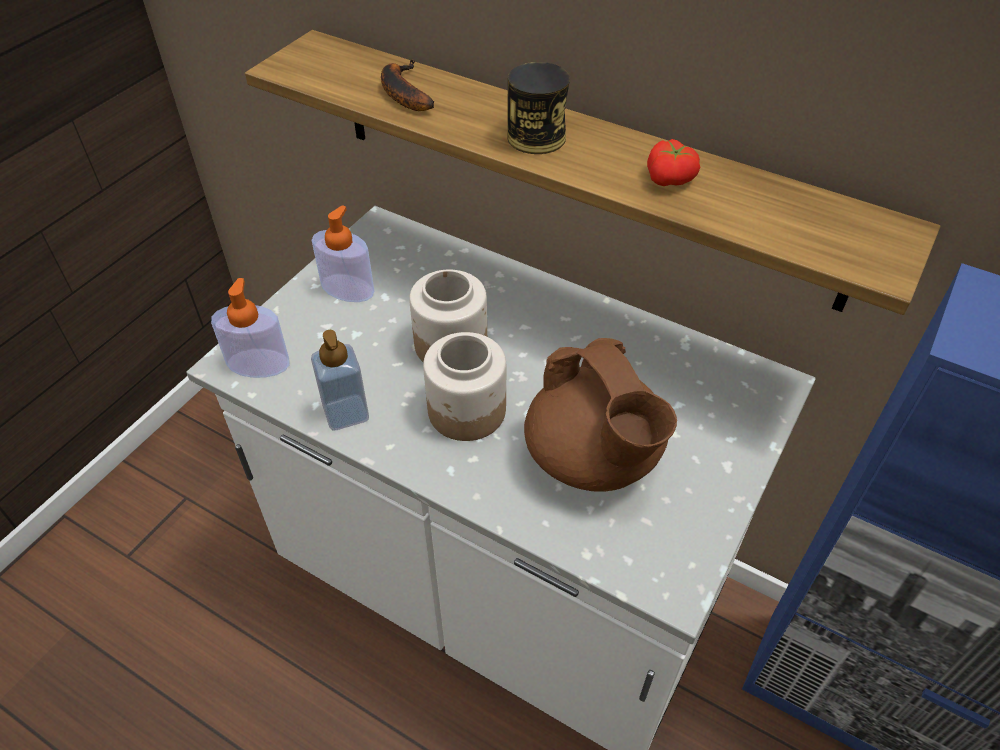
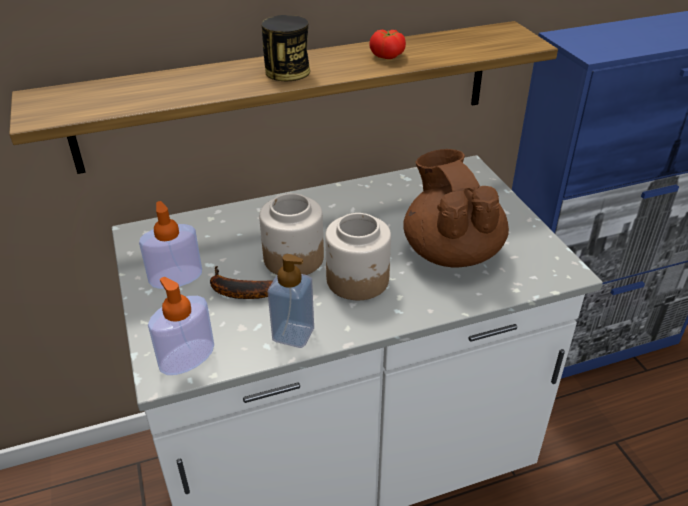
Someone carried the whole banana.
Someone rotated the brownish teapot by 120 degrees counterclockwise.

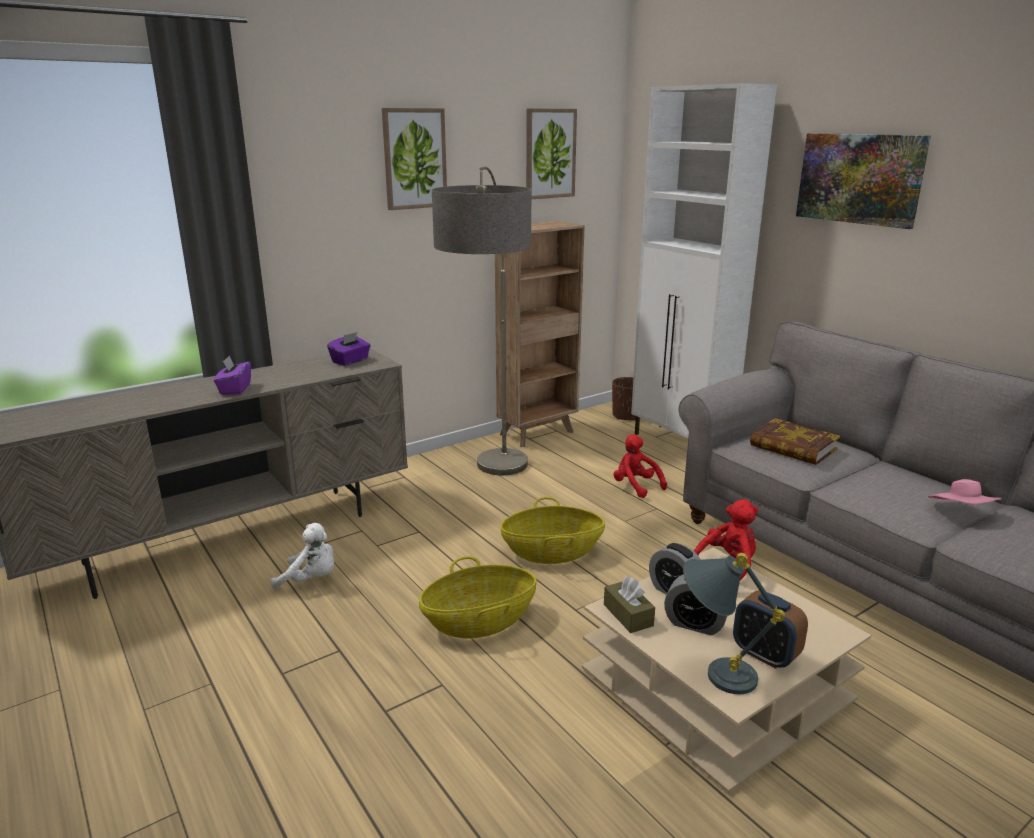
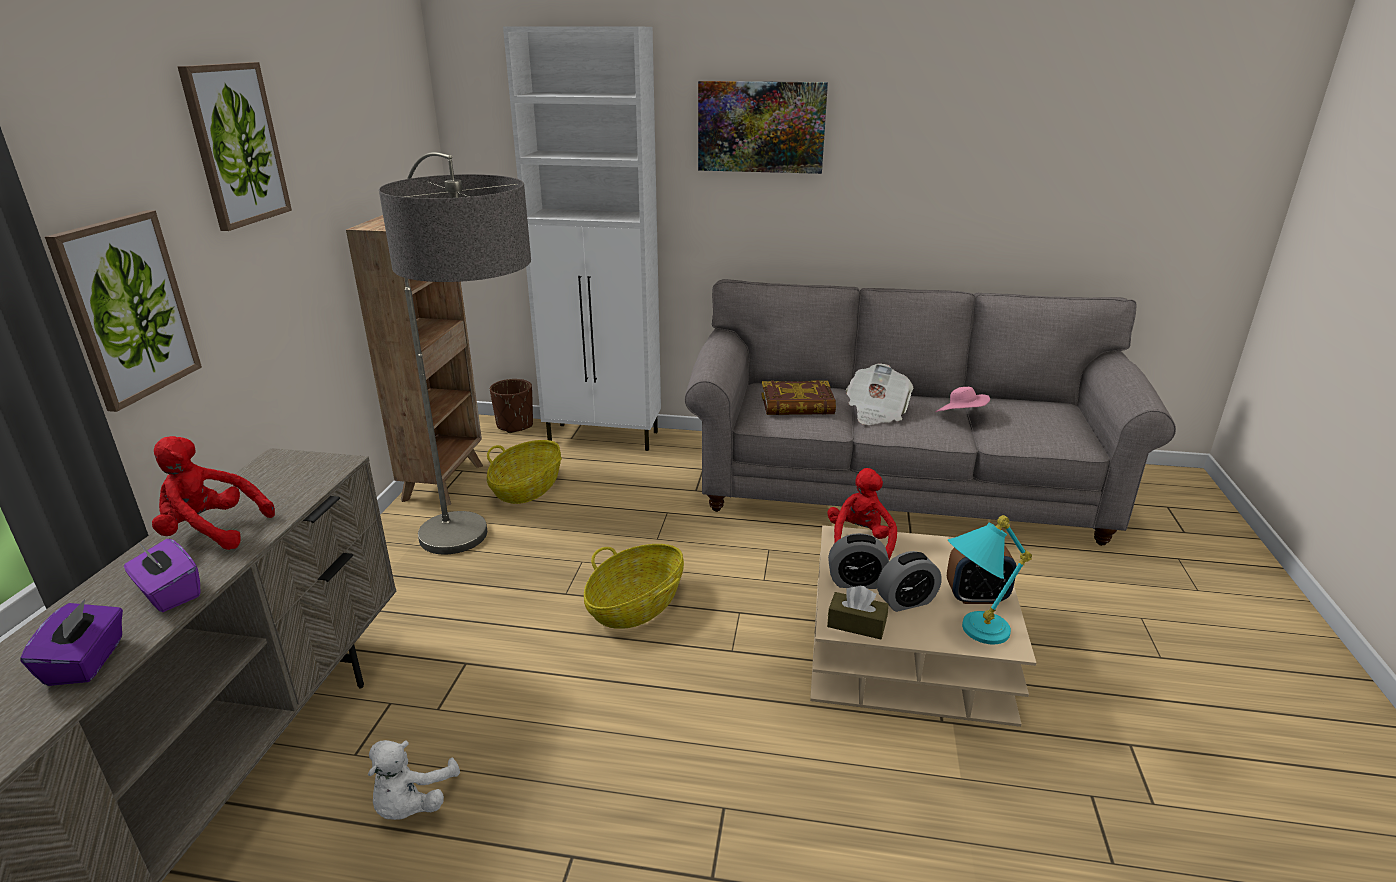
Someone rotated the white cuddly toy by 135 degrees clockwise.
Someone carried the purple-coloured tissue box (no. 2 from left in the first image).
Someone carried the basket (no. 1 from left).
Someone carried the wall art (no. 2 from left in the first image).
Someone carried the red-coloured cuddly toy (no. 1 from left).
Someone repainted the grey tabletop lamp, which became the turquoise-coloured tabletop lamp.
Someone put down the printed paper.

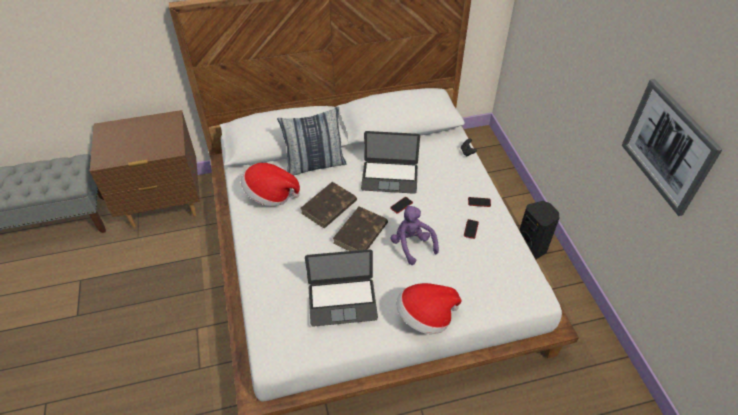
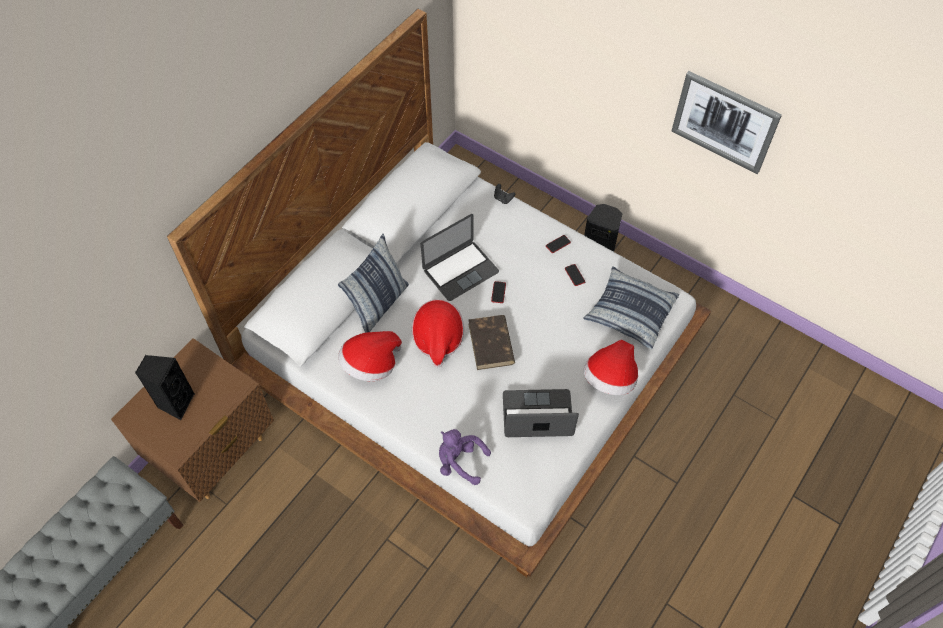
Someone swapped the brownish volume (no. 1 from left) for the wearable hat (no. 2 from left).
Someone rotated the laptop (no. 1 from left in the first image) by 135 degrees counterclockwise.
Someone carried the purple-coloured cuddly toy.
Someone put down the blackish loudspeaker (no. 1 from left).
Someone put down the throw pillow (no. 2 from left).

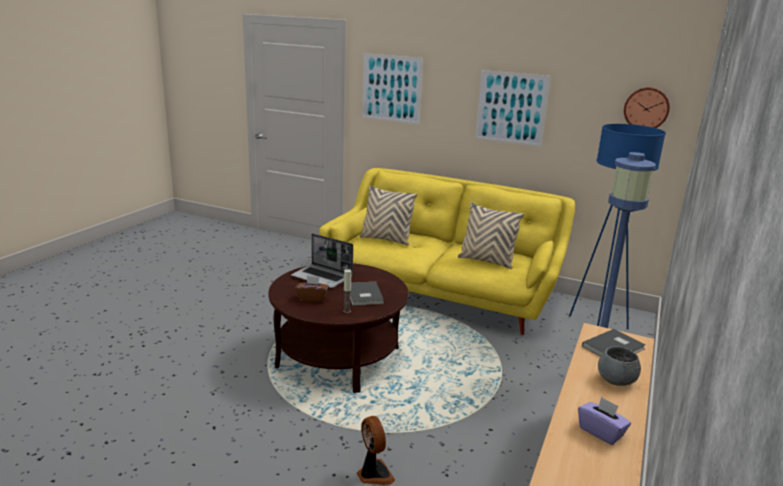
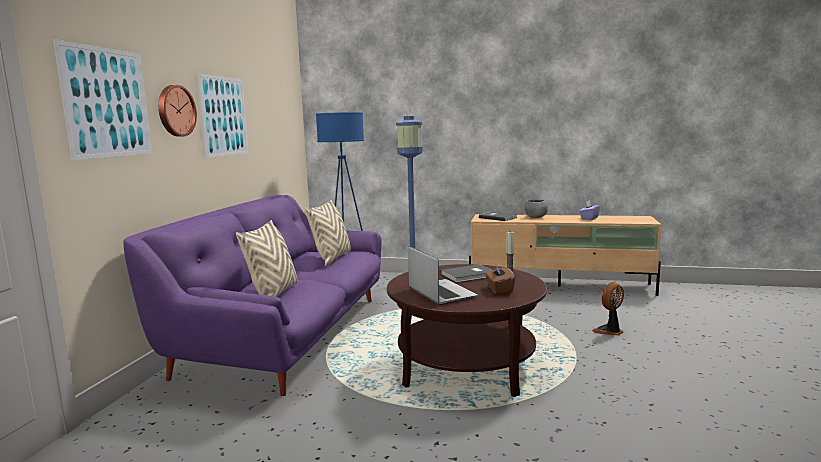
Someone rotated the laptop by 45 degrees counterclockwise.
Someone repainted the yellow sofa, which became the purple-coloured sofa.
Someone carried the hanging clock.

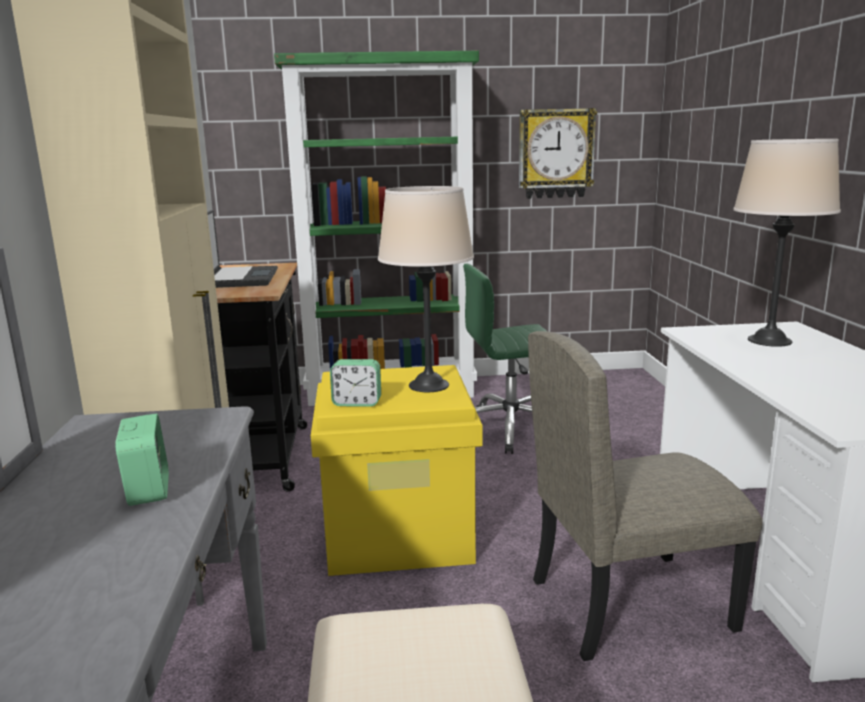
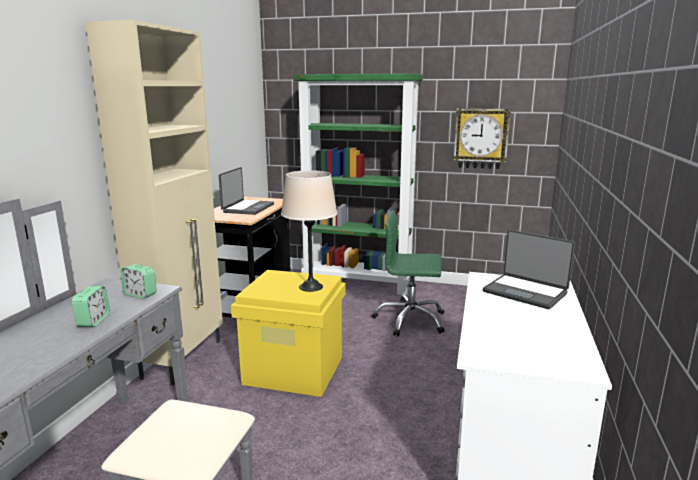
Someone carried the alarm clock (no. 2 from left).
Someone took away the sand-coloured plain chair.
Someone swapped the sand-coloured tabletop lamp (no. 2 from left) for the laptop (no. 2 from left).

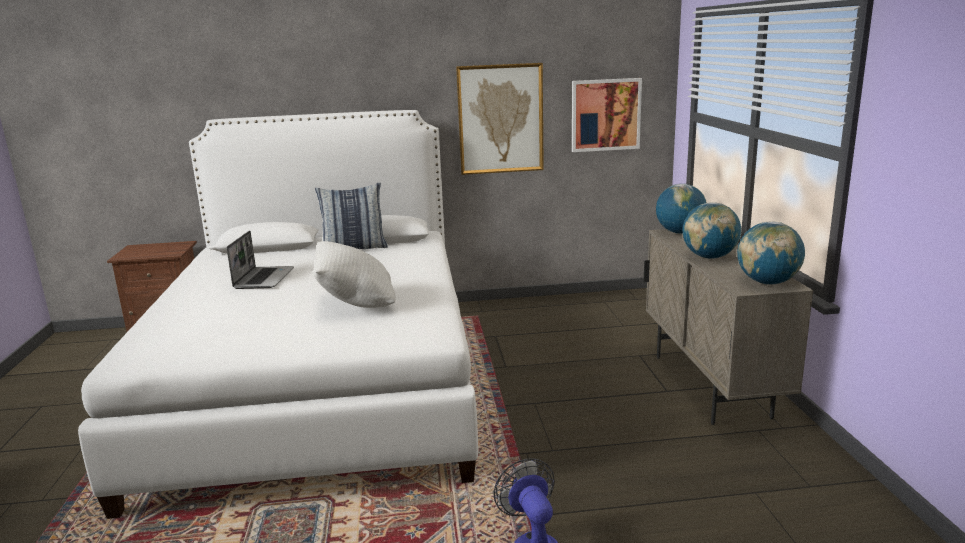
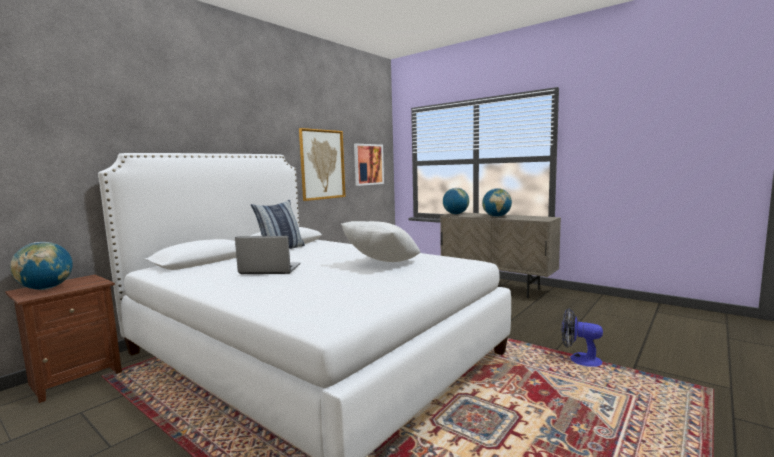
Someone rotated the laptop by 45 degrees counterclockwise.
Someone carried the desk globe (no. 3 from left in the first image).

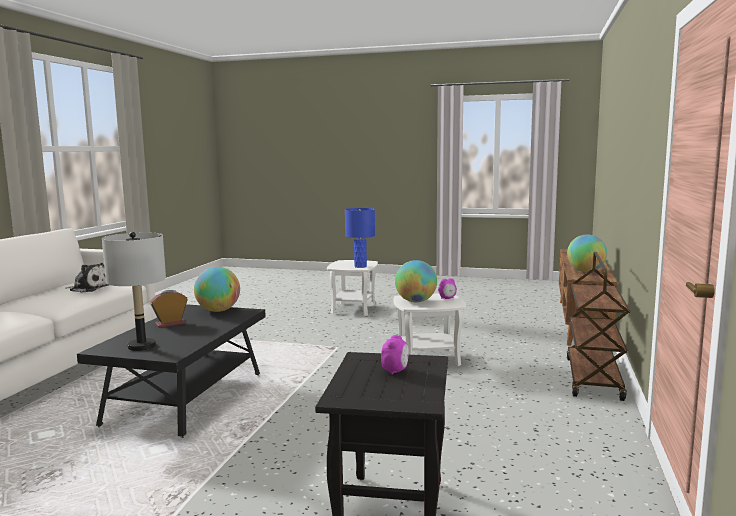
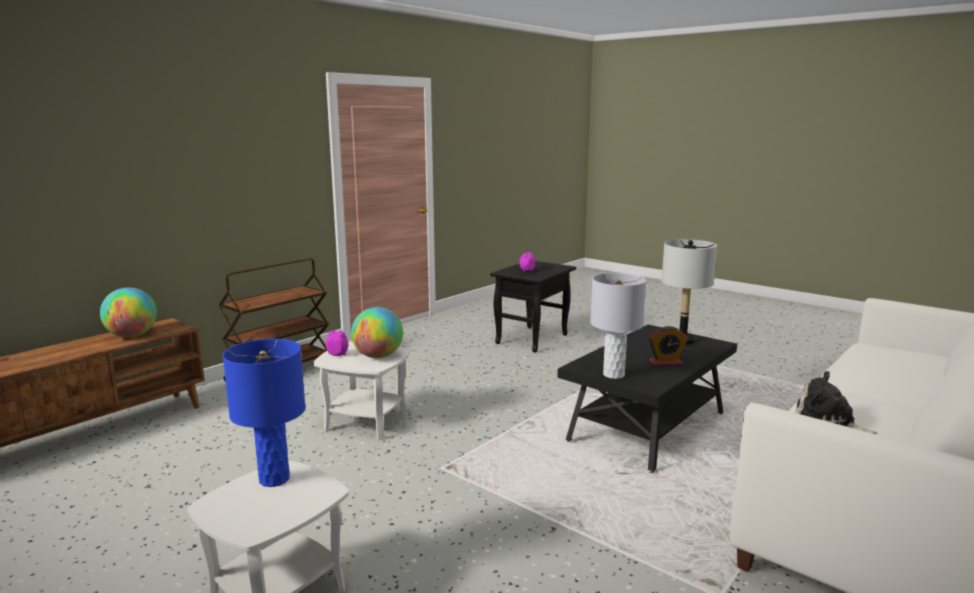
Someone swapped the desk globe (no. 1 from left) for the grey tabletop lamp (no. 1 from left).

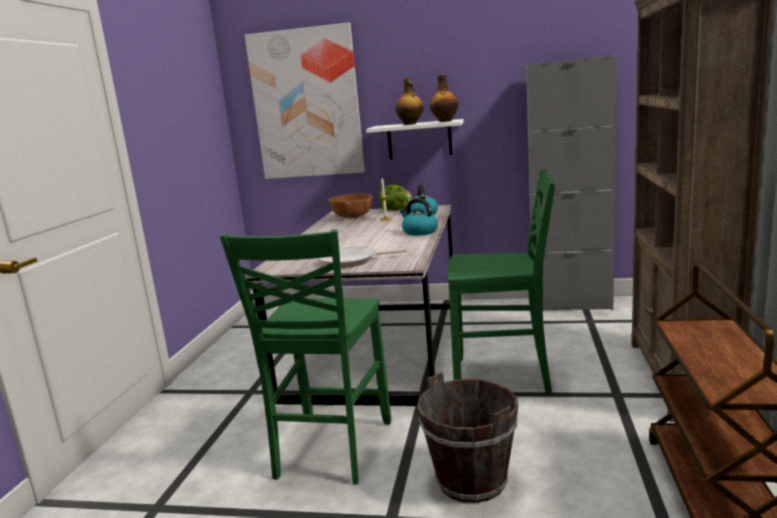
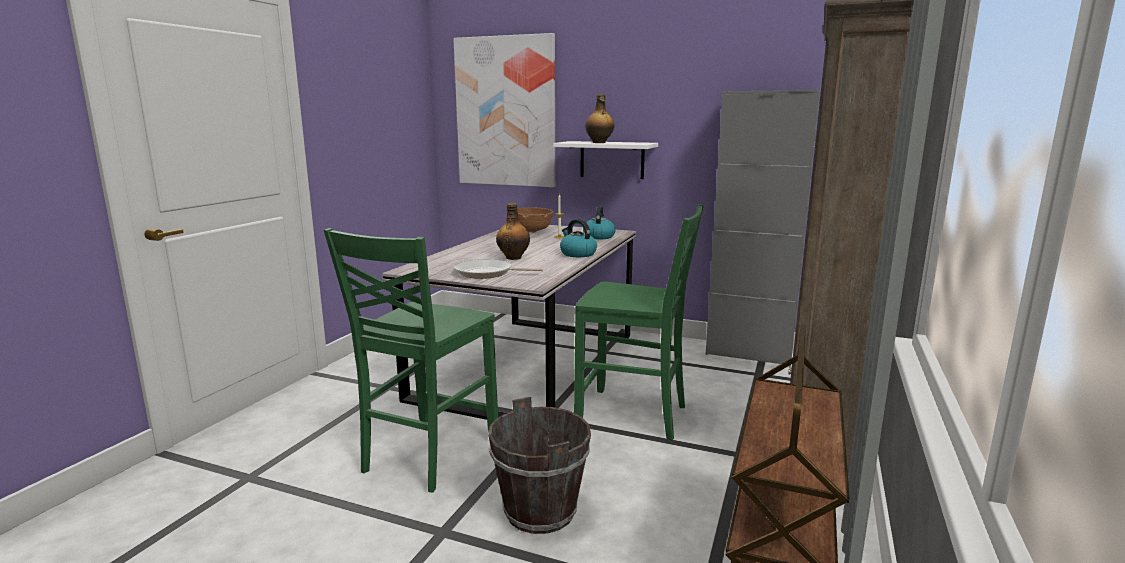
Someone took away the head of lettuce.
Someone carried the drink bottle (no. 2 from left in the first image).

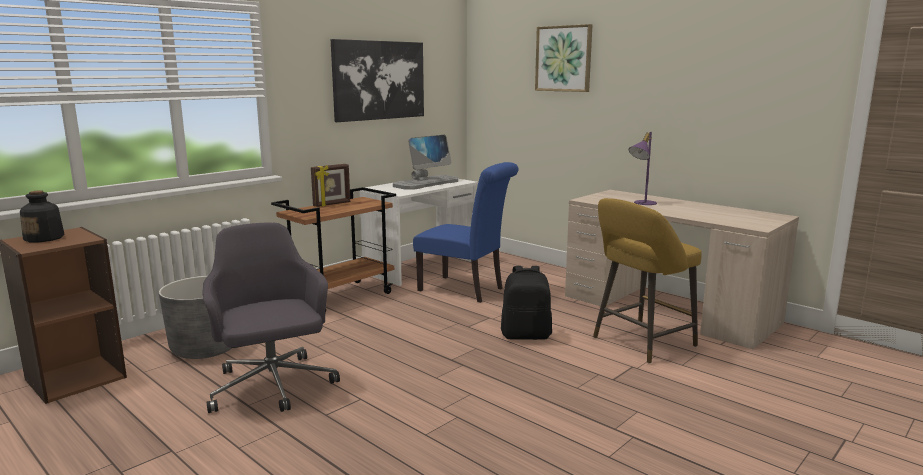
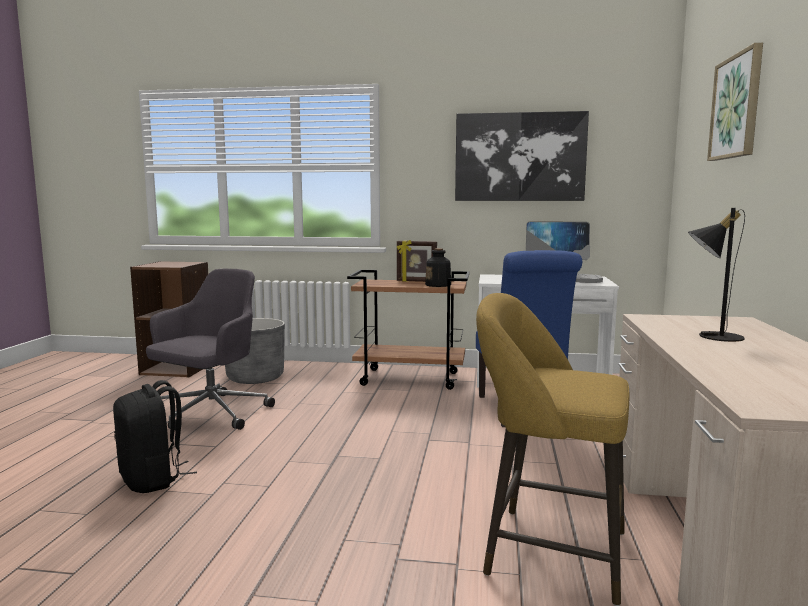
Someone carried the drink bottle.
Someone carried the blackish rucksack.
Someone repainted the purple-coloured tabletop lamp, which became the blackish tabletop lamp.

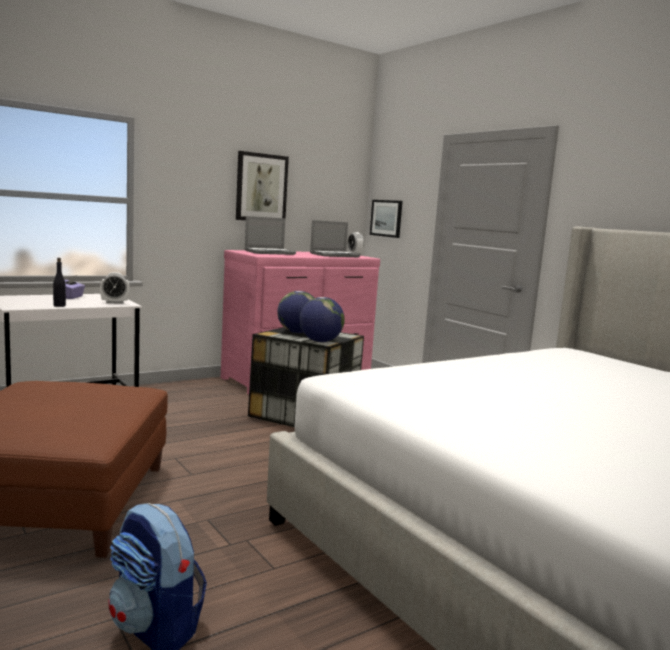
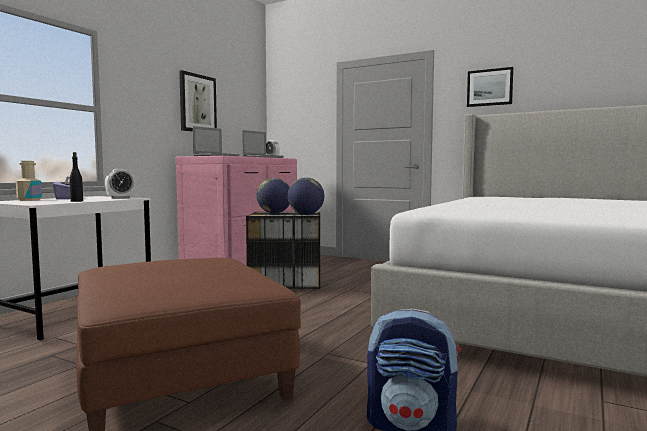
Someone carried the wall art (no. 2 from left).
Someone put down the sand-coloured drink bottle.

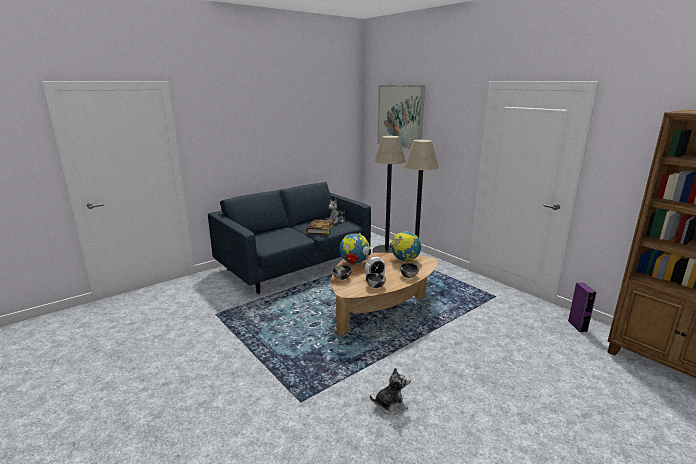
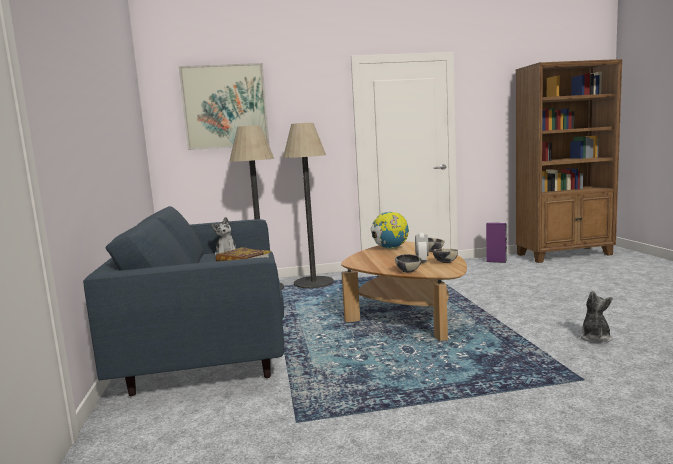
Someone took away the desk globe (no. 1 from left).

